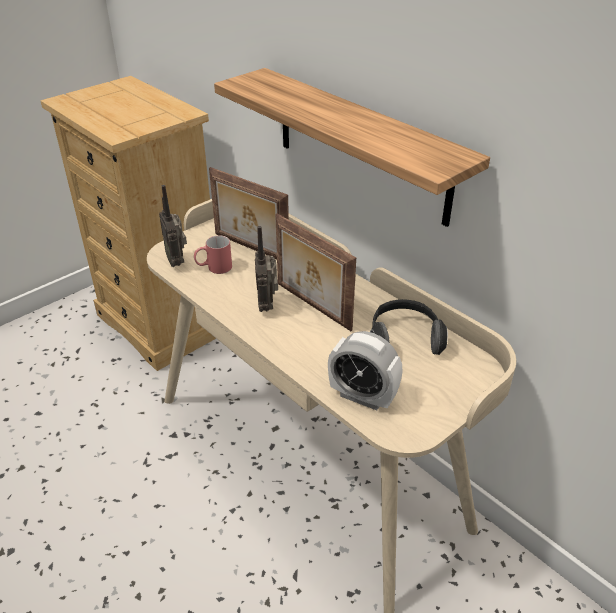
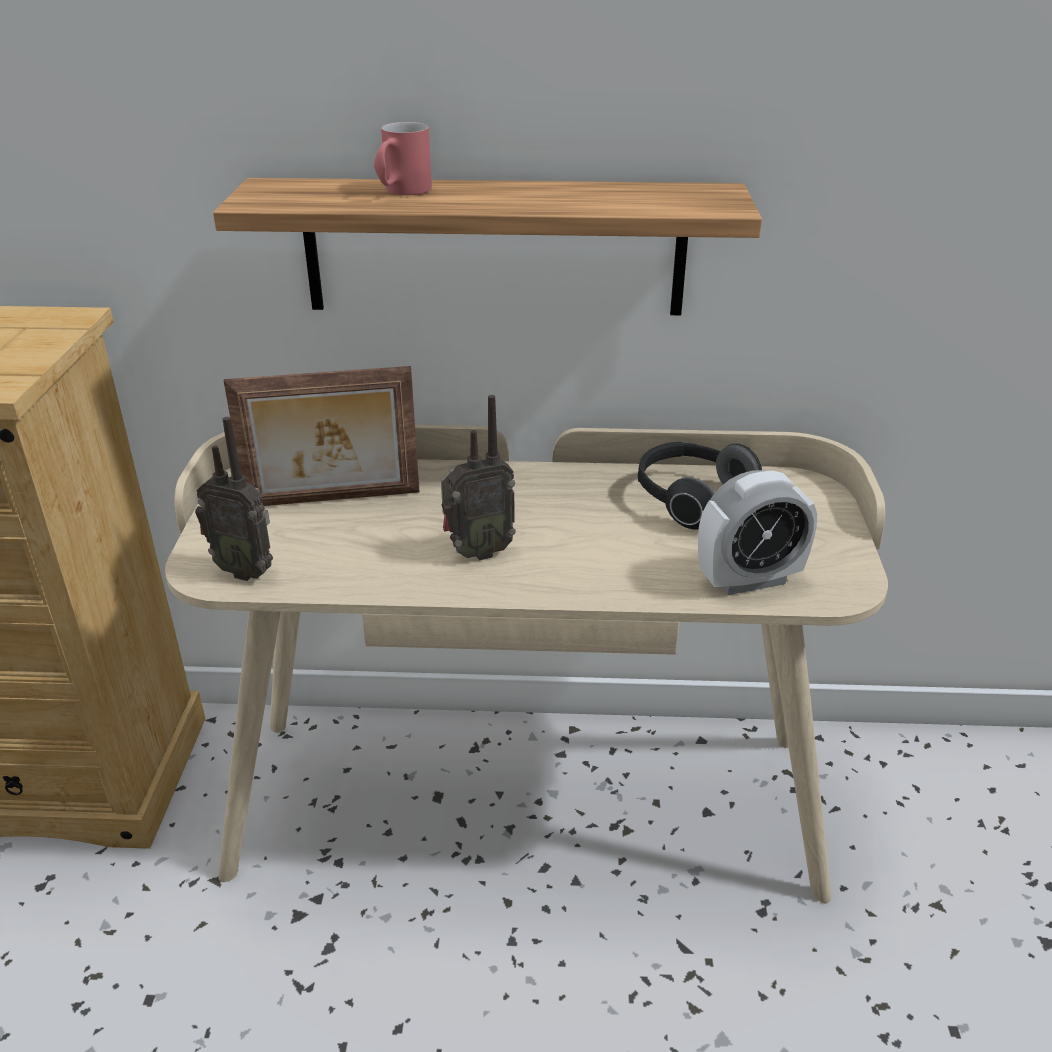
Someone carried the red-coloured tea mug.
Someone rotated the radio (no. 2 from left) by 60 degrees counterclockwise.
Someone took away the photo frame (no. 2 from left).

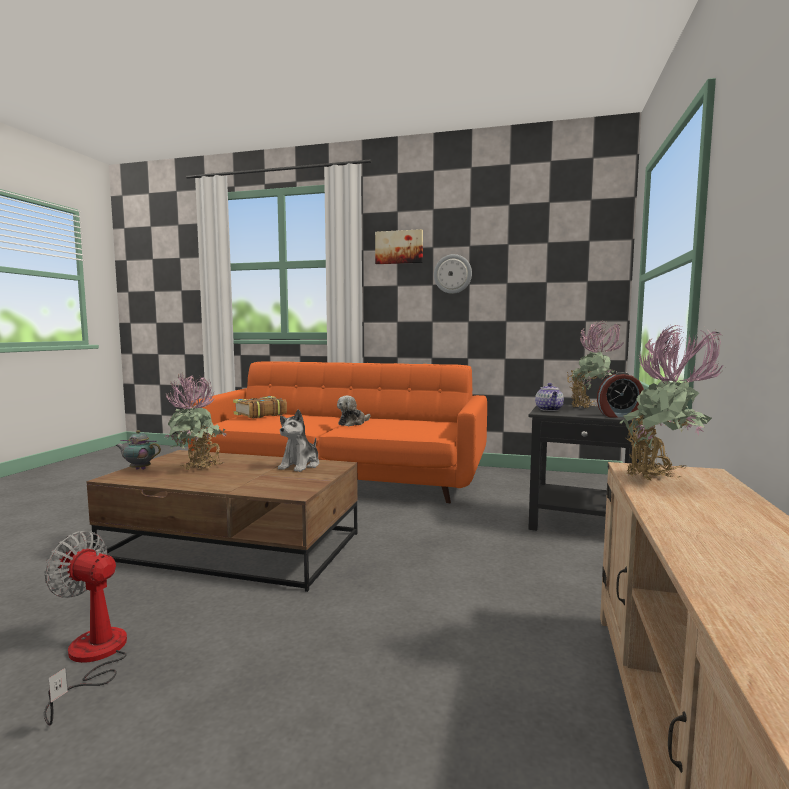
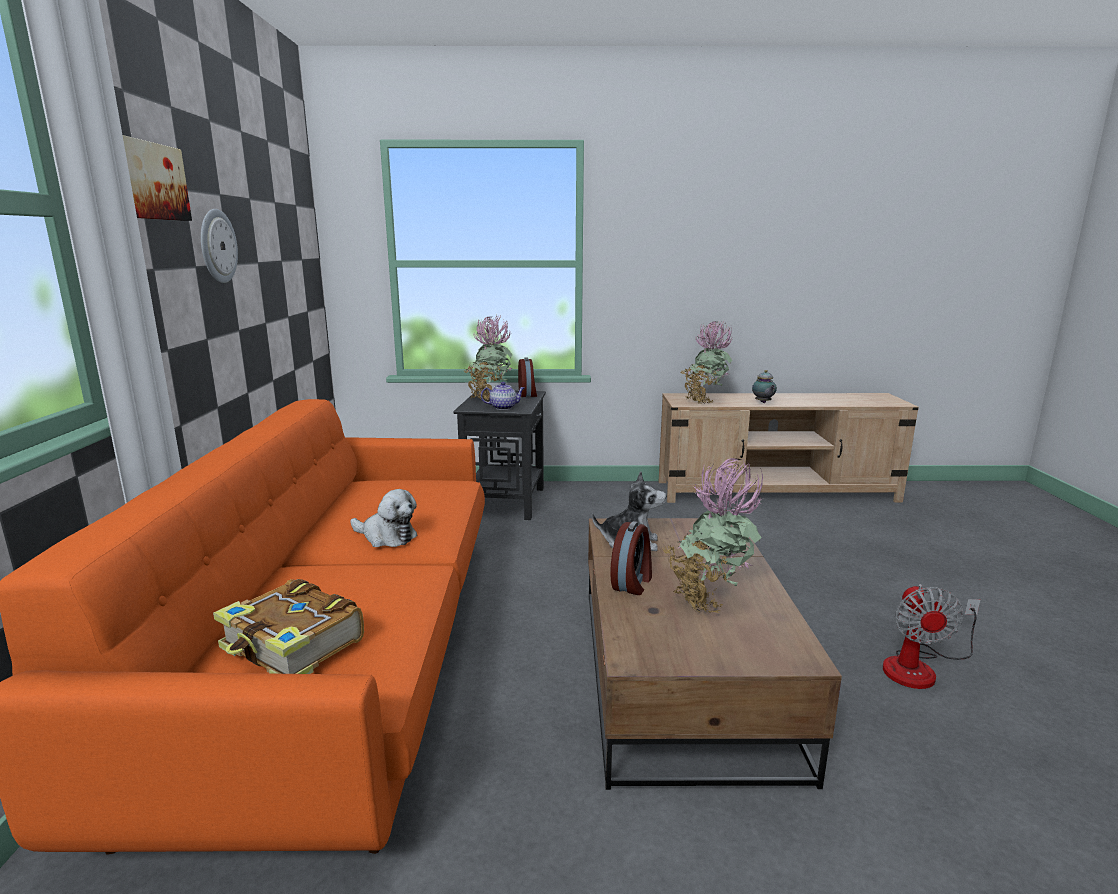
Someone carried the teapot (no. 1 from left in the first image).
Someone put down the alarm clock (no. 2 from left).

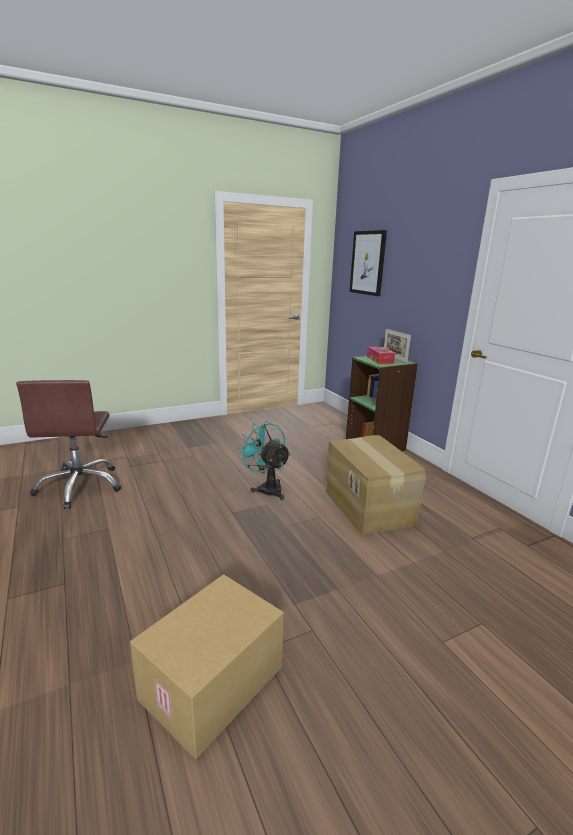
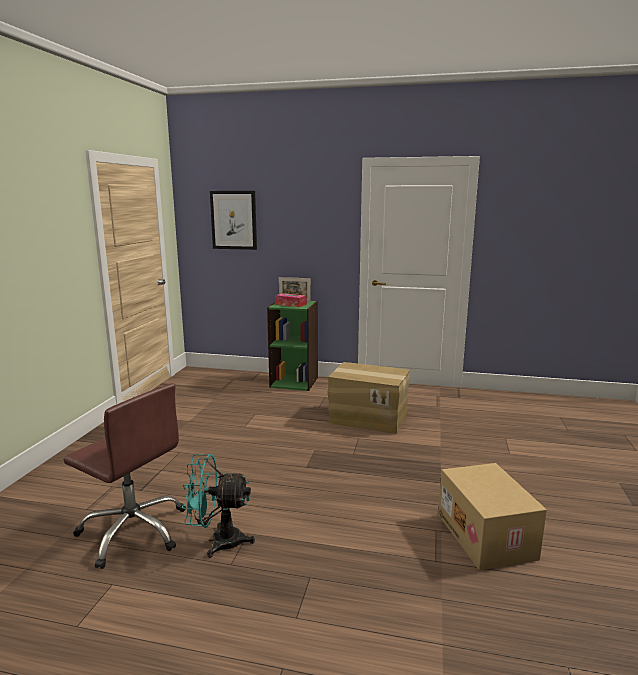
Someone carried the turquoise-coloured fan.

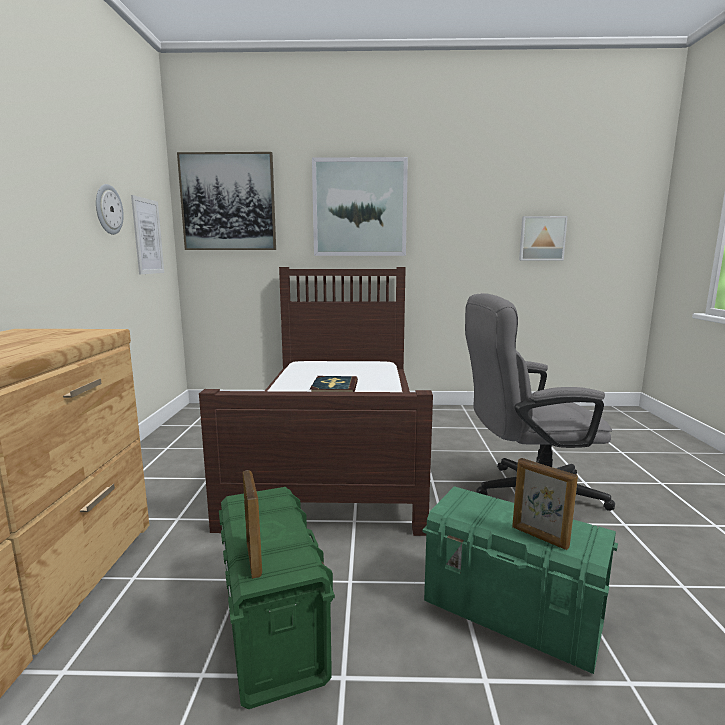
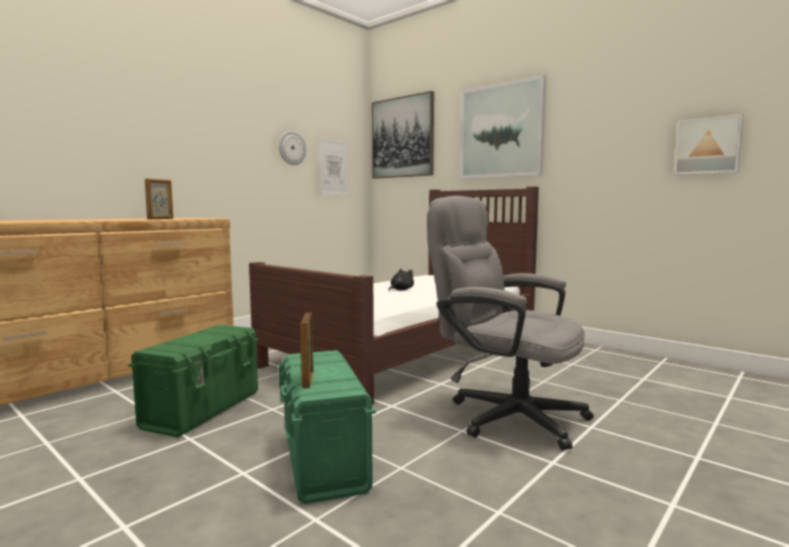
Someone carried the photo frame (no. 1 from left).
Someone swapped the volume for the blackish cuddly toy.

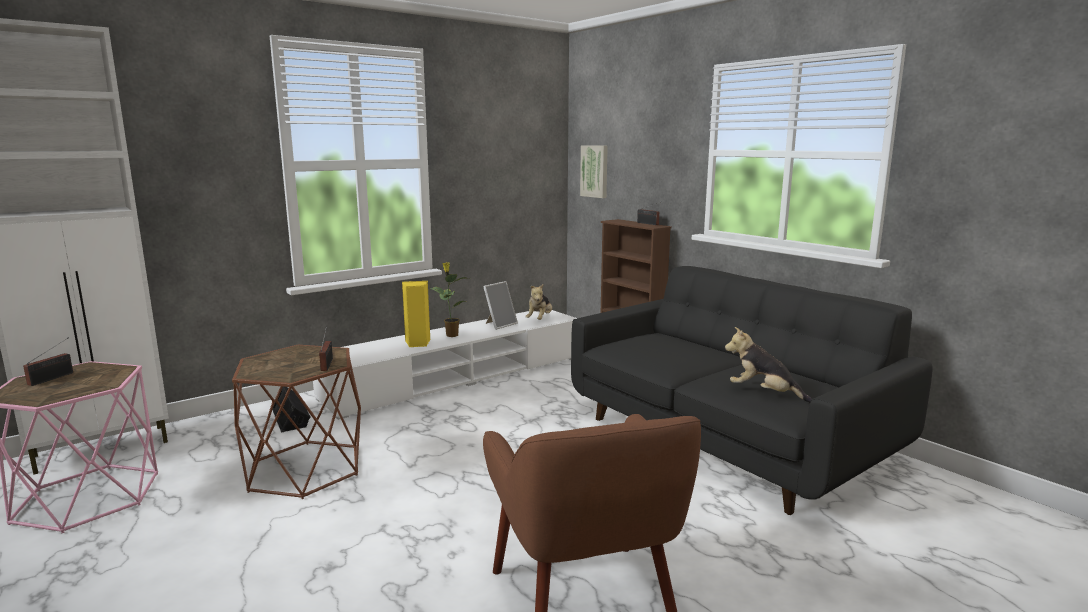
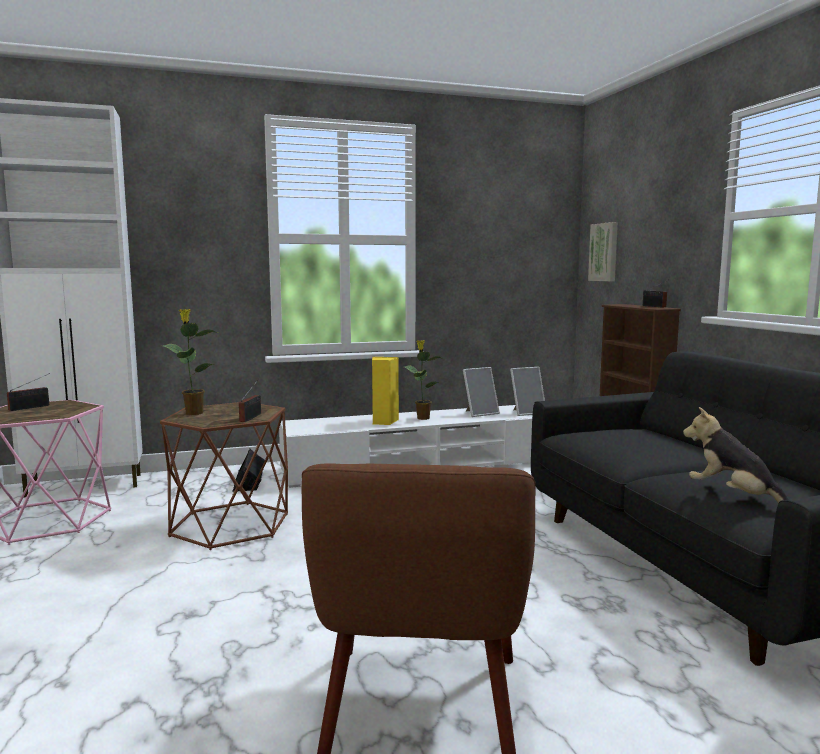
Someone swapped the cuddly toy (no. 1 from left) for the photo frame (no. 2 from left).
Someone put down the potted plant (no. 1 from left).

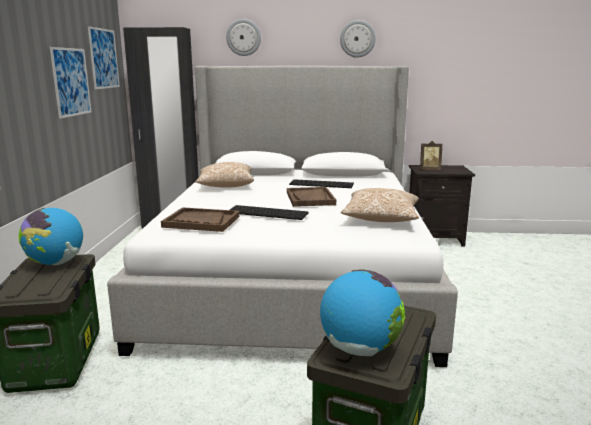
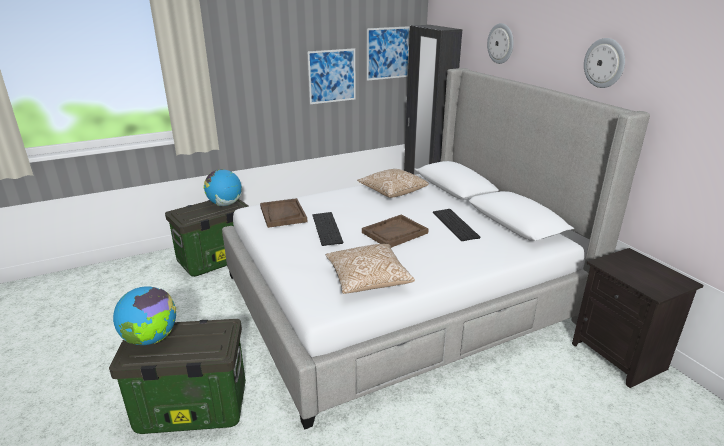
Someone took away the photo frame.

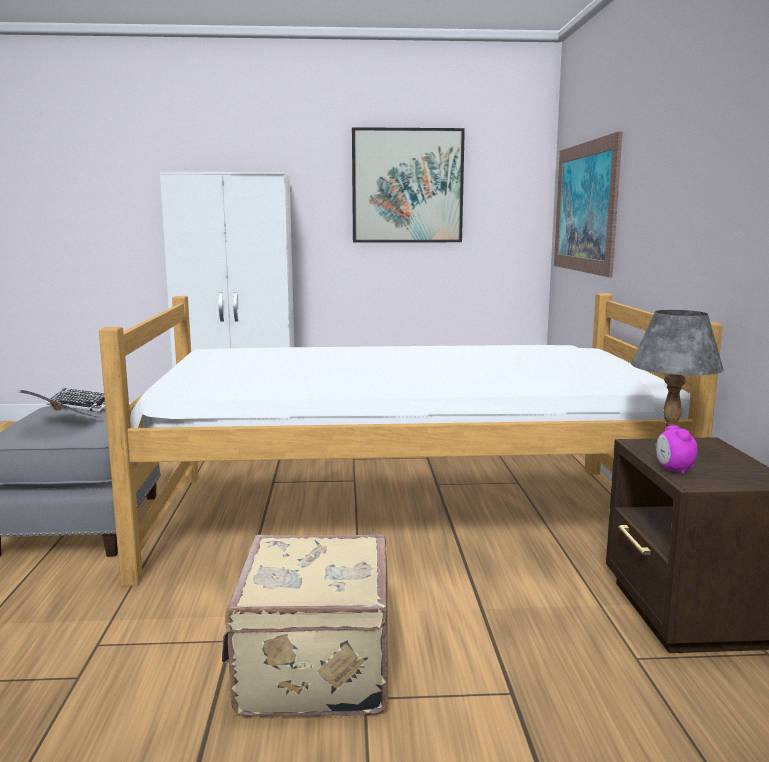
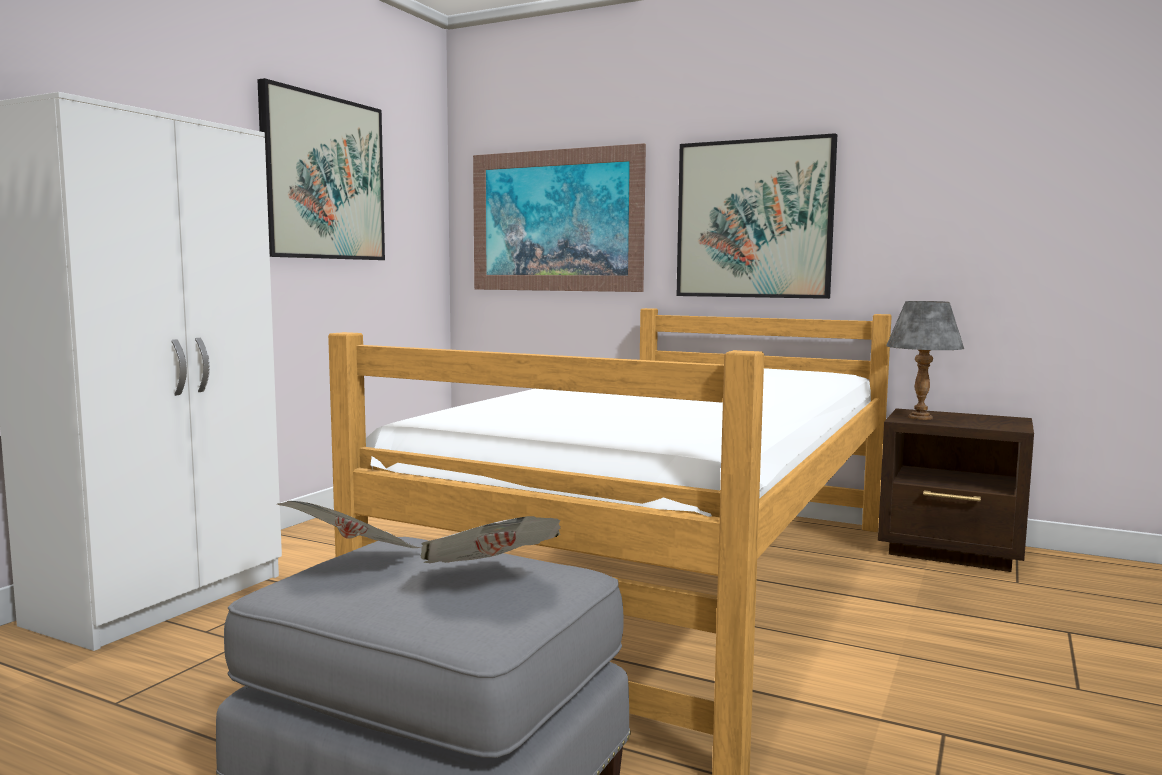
Someone swapped the computer keyboard for the printed paper (no. 1 from left).
Someone took away the sand-coloured travel case.
Someone took away the alarm clock.
Someone put up the wall art (no. 3 from left).

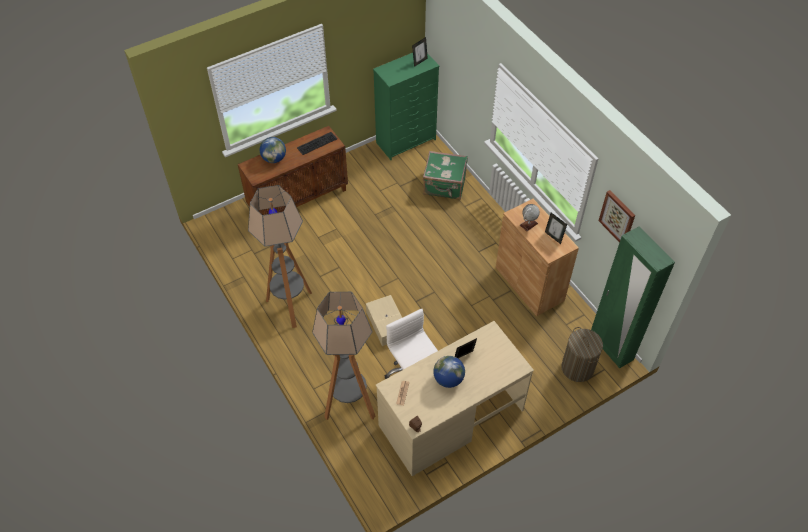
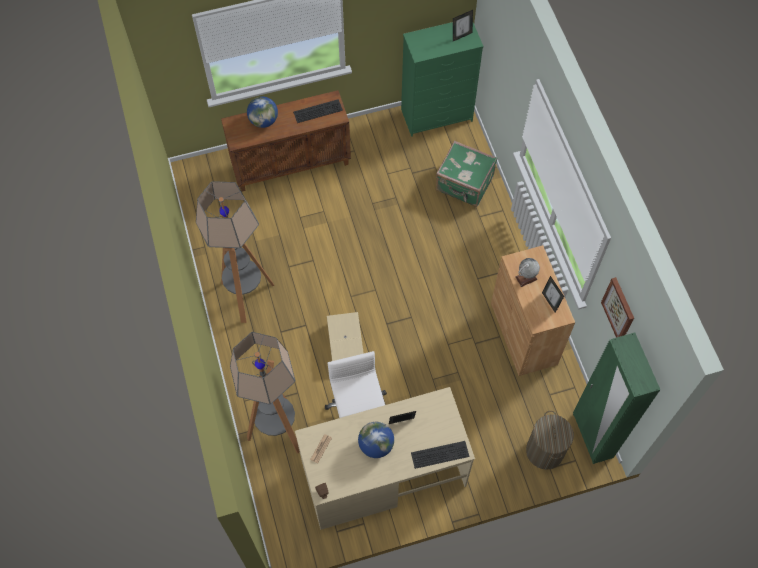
Someone put down the computer keyboard (no. 2 from left).

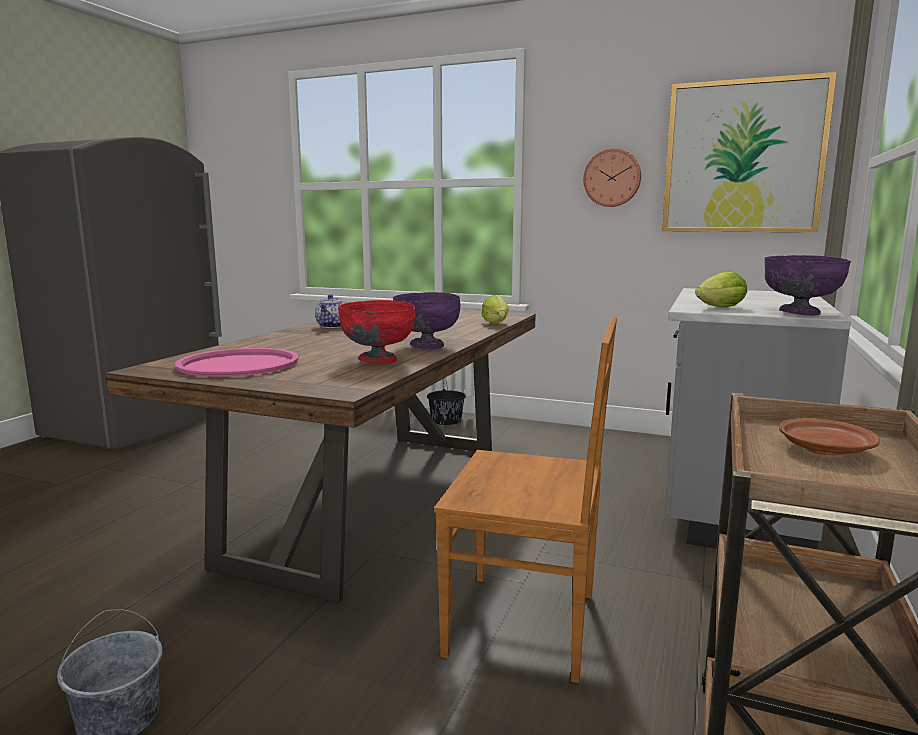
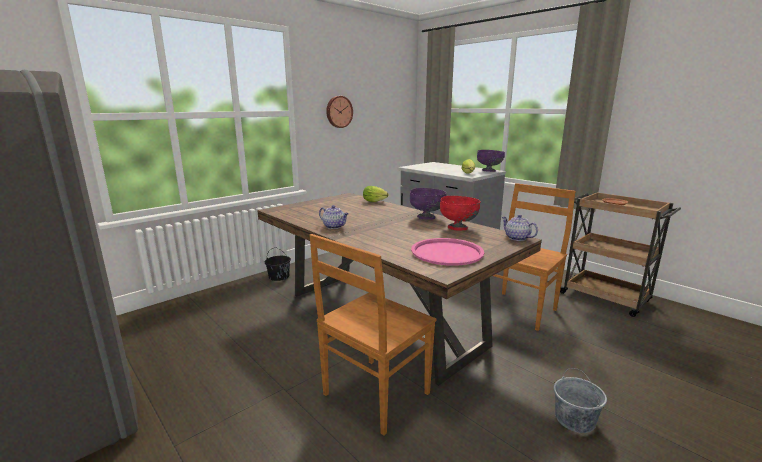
Someone took away the wall art.
Someone put down the brownish plain chair (no. 1 from left).
Someone put down the teapot (no. 2 from left).

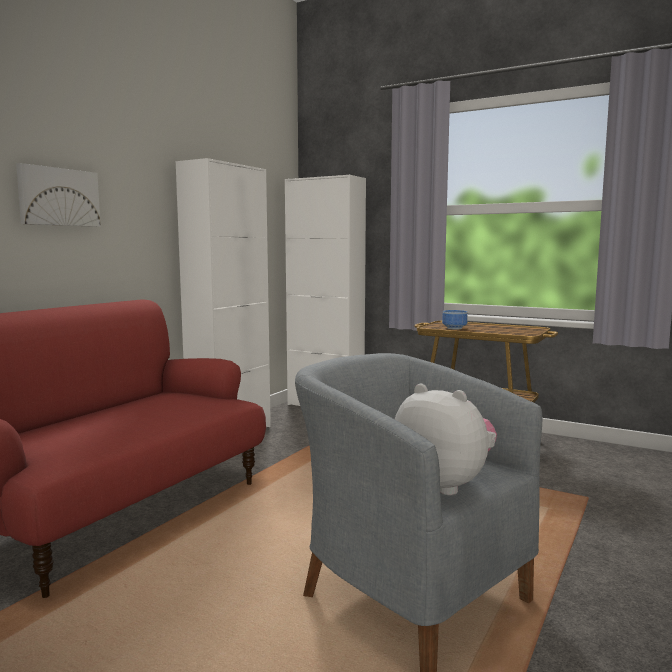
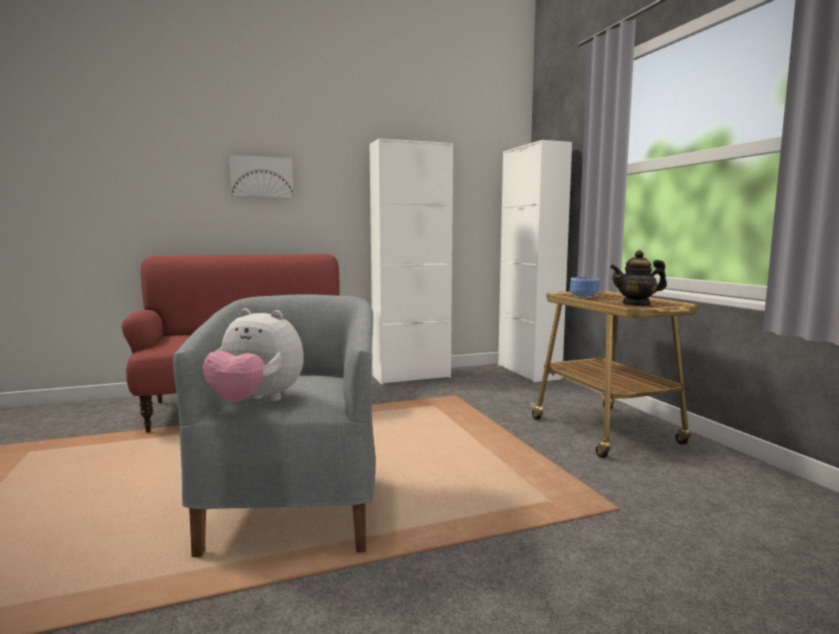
Someone rotated the cuddly toy by 120 degrees clockwise.
Someone put down the teapot.

